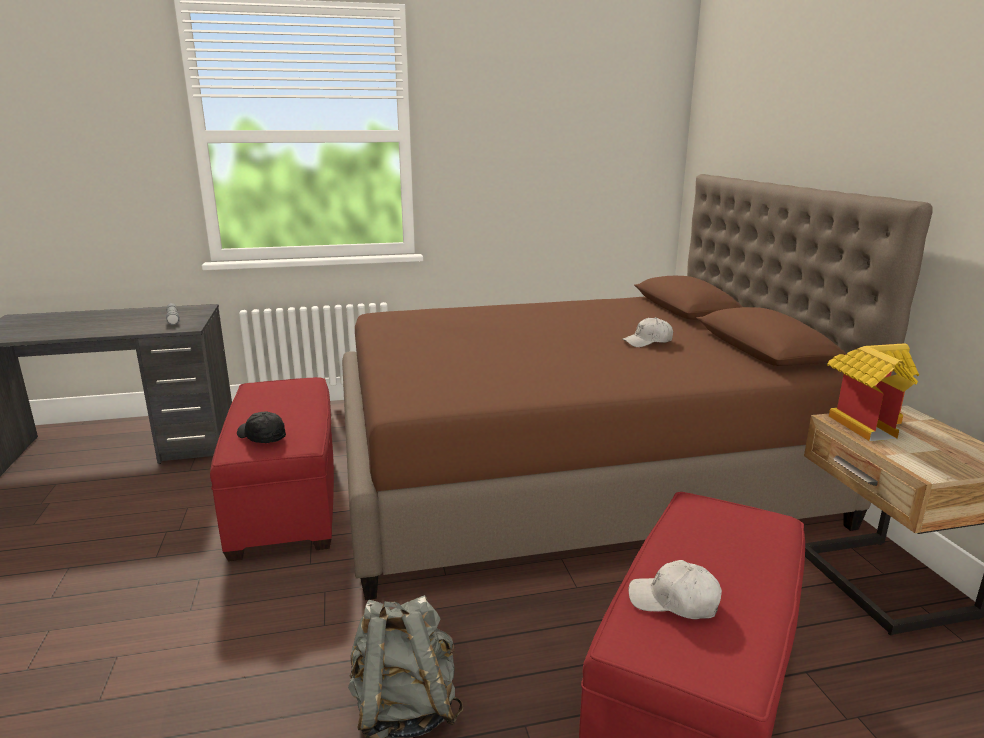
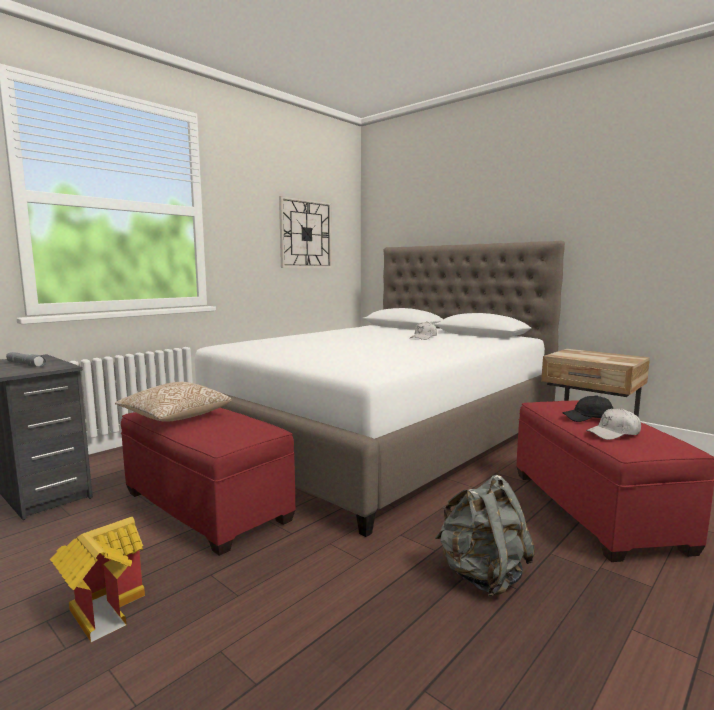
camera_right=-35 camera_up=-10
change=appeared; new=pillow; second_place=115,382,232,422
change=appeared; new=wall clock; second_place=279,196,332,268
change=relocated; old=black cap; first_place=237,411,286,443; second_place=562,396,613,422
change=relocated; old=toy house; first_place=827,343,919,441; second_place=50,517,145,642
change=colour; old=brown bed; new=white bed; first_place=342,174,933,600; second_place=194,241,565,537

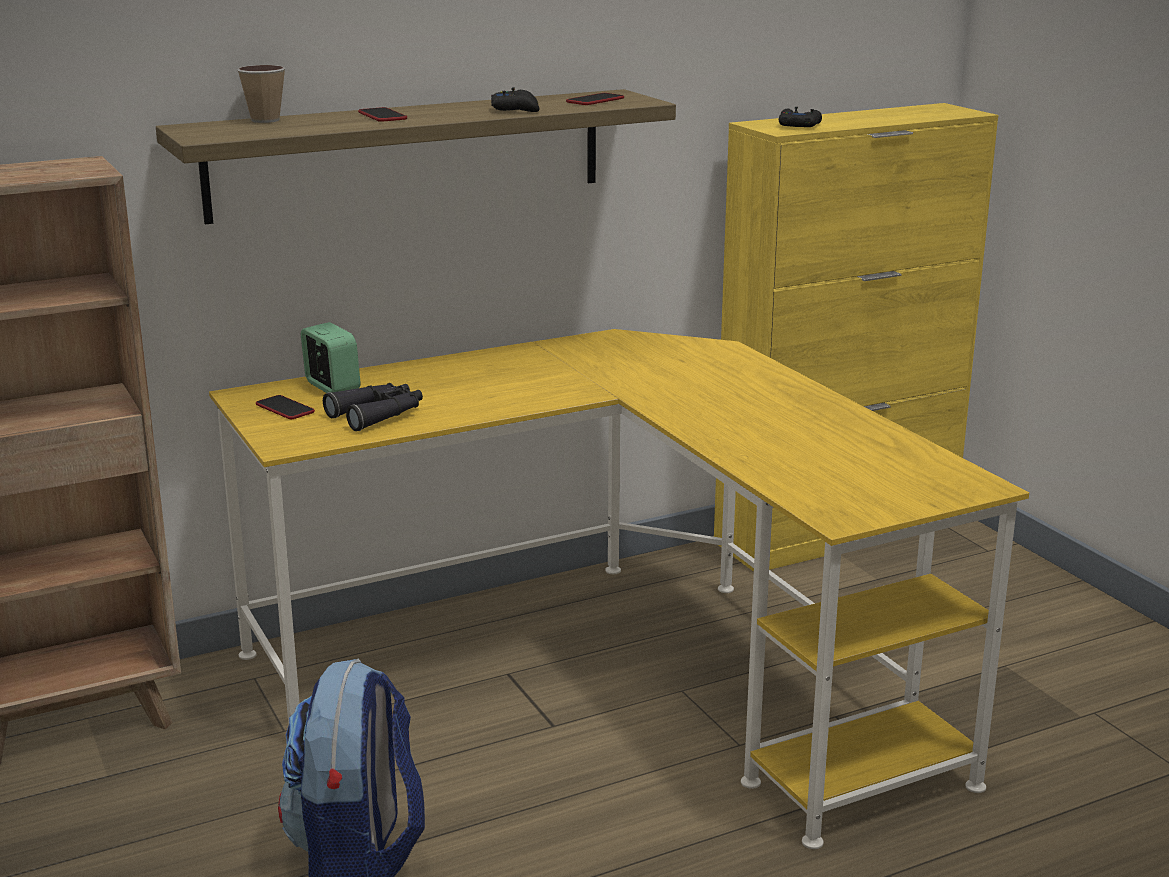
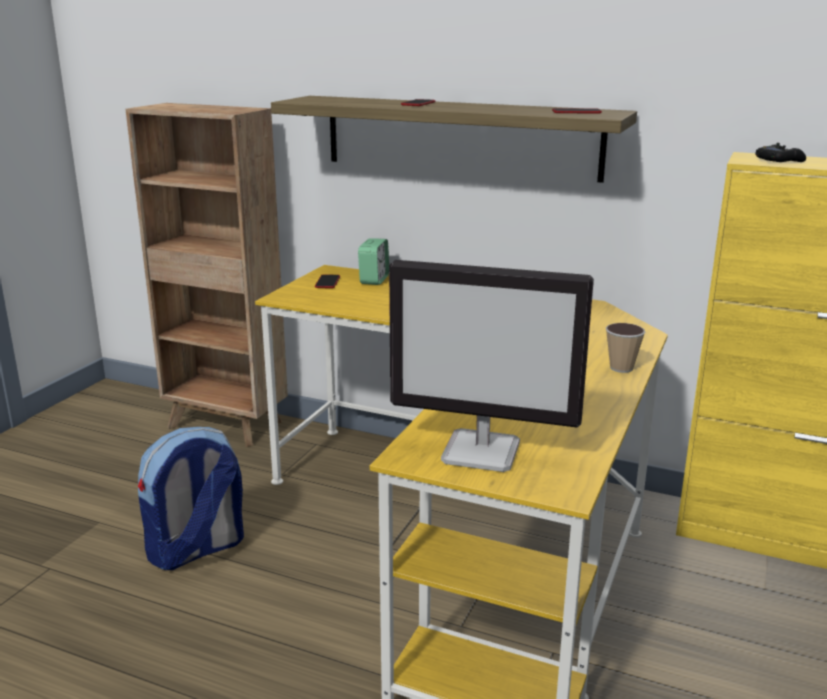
camera_right=50 camera_up=0
change=missing; old=black binoculars; first_place=323,383,423,431
change=missing; old=black game controller; first_place=491,88,539,112
change=appeared; new=monitor; second_place=389,260,594,472
change=relocated; old=cup; first_place=237,65,285,123; second_place=606,323,645,373

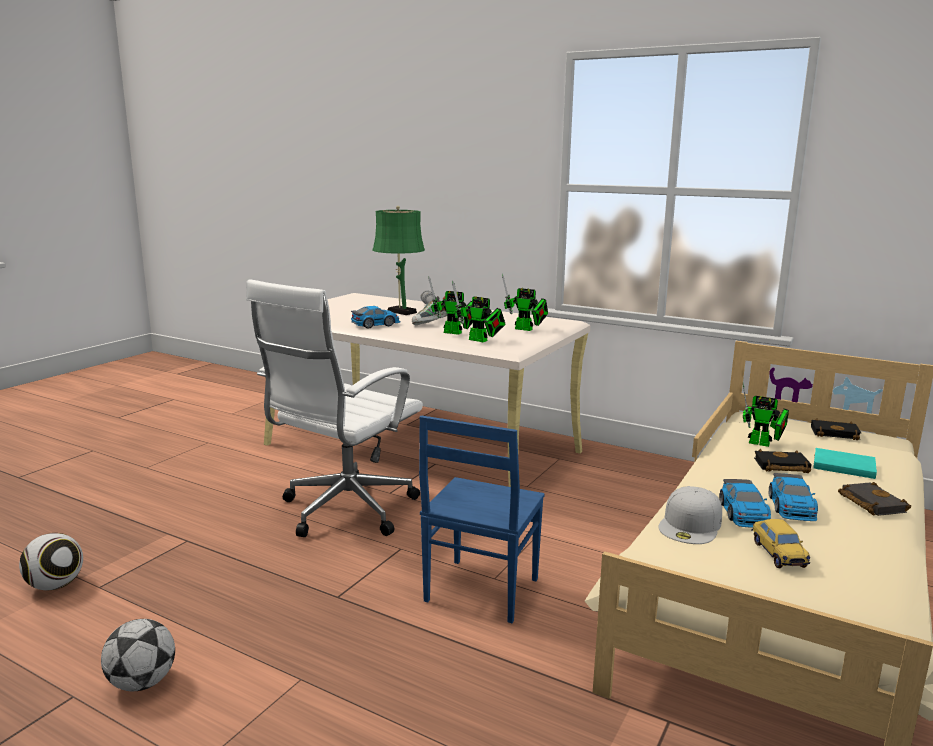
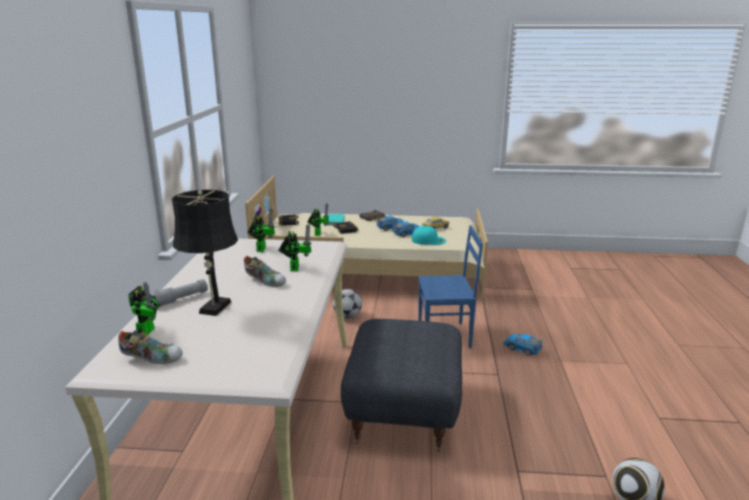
camera_right=-115 camera_up=5
change=appeared; new=shoe; second_place=118,331,183,364
change=relocated; old=football; first_place=101,619,175,691; second_place=333,289,362,318
change=relocated; old=toy car; first_place=351,306,401,329; second_place=503,334,543,356
change=relocated; old=toy robot; first_place=452,281,505,342; second_place=128,282,160,335
change=exchanged; old=white office chair; new=grey ottoman; first_place=246,279,423,537; second_place=341,319,462,452
change=colour; old=green table lamp; new=black table lamp; first_place=372,206,425,315; second_place=172,190,238,316
change=colour; old=white cap; new=turquoise cap; first_place=659,486,722,544; second_place=412,226,446,245

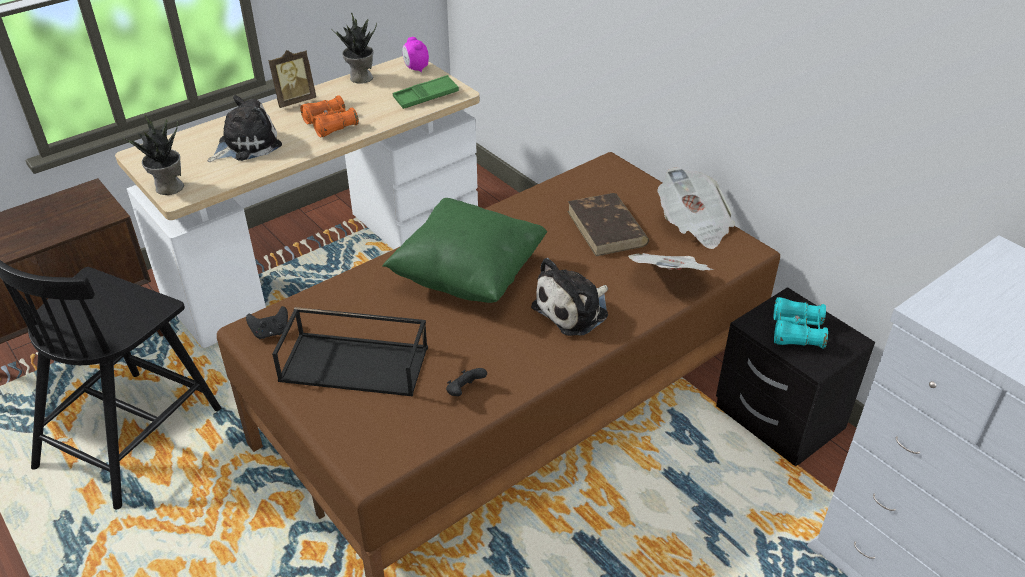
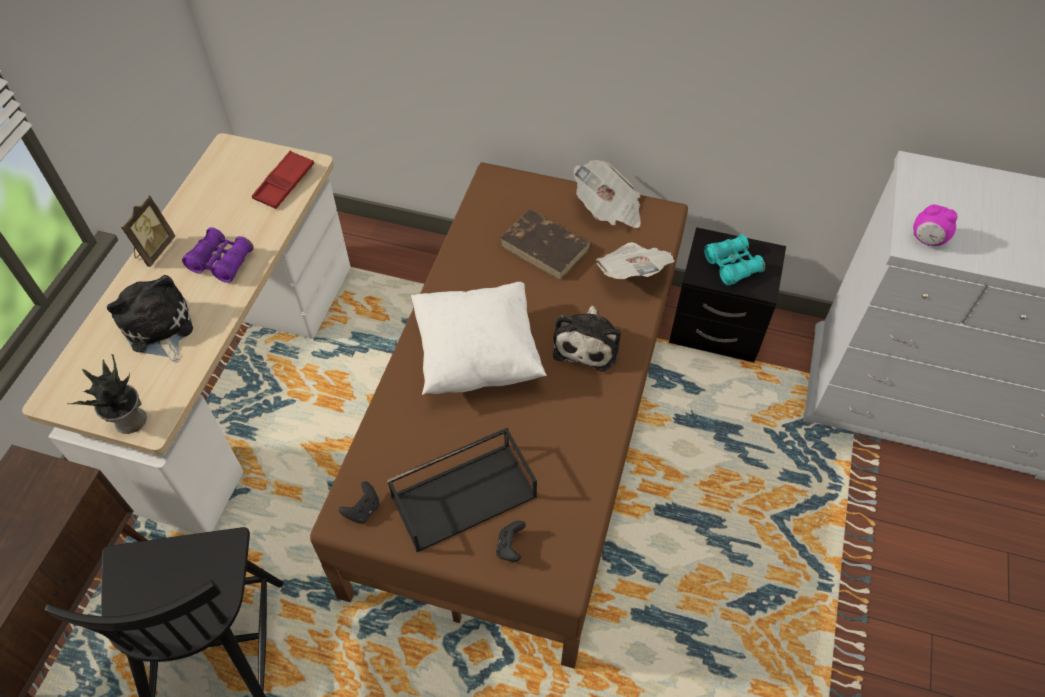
camera_right=-35 camera_up=15
change=missing; old=potted plant; first_place=332,12,377,84
change=relocated; old=alarm clock; first_place=402,37,429,72; second_place=913,204,957,246
change=relocated; old=black game controller; first_place=446,368,487,396; second_place=496,521,526,562
change=colour; old=orange binoculars; new=purple binoculars; first_place=300,95,359,137; second_place=182,227,254,283
change=colour; old=green pillow; new=white pillow; first_place=382,198,548,303; second_place=411,282,547,395
change=colour; old=green tray; new=red tray; first_place=393,75,459,109; second_place=252,151,314,209
change=spun; old=plush toy; first_place=208,95,282,162; second_place=107,275,193,363; degrees=-45

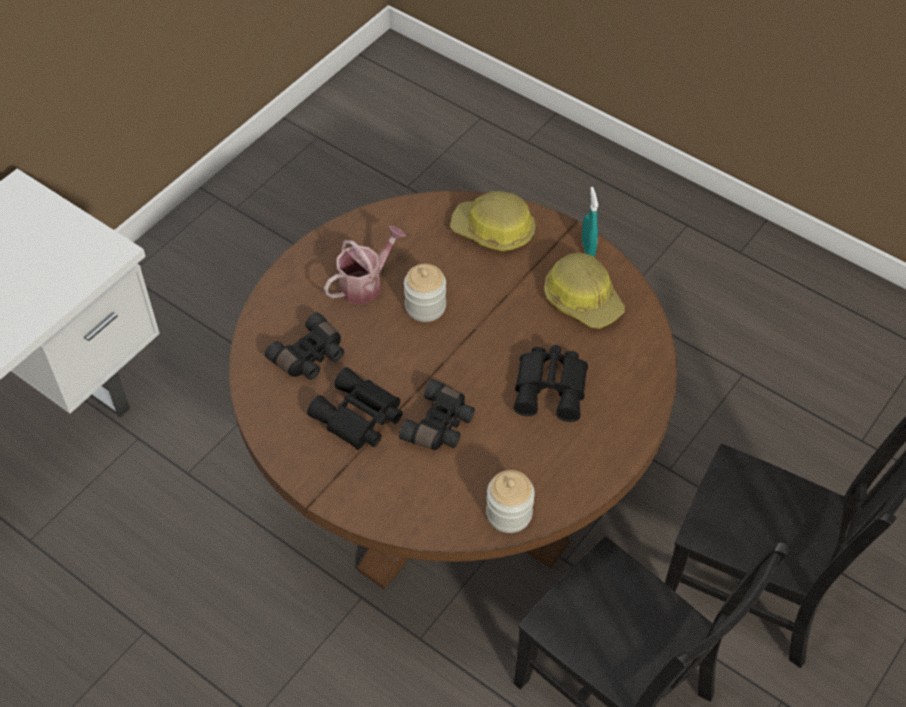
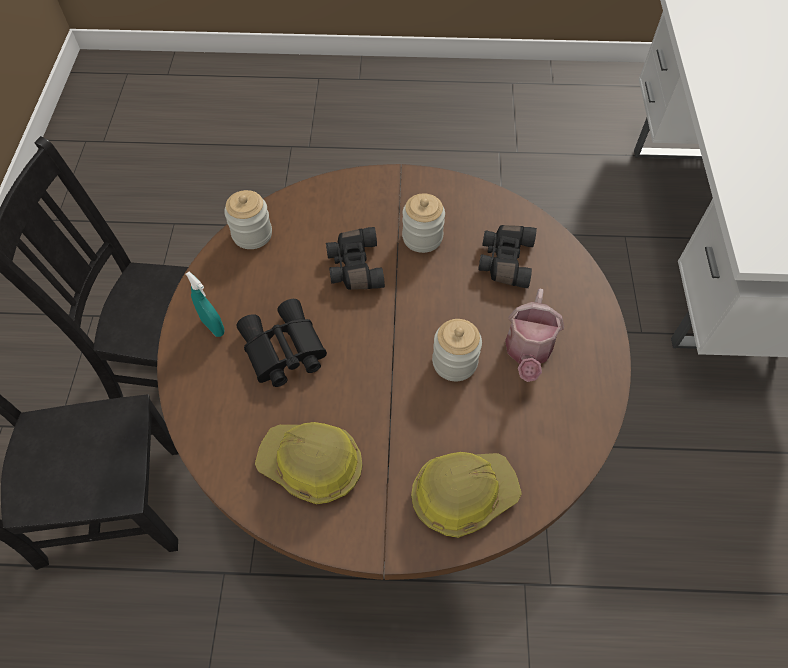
camera_right=145 camera_up=5
change=relocated; old=turquoise spray bottle; first_place=582,187,598,256; second_place=186,272,225,337
change=exchanged; old=black binoculars; new=jar; first_place=307,367,403,450; second_place=402,194,445,253

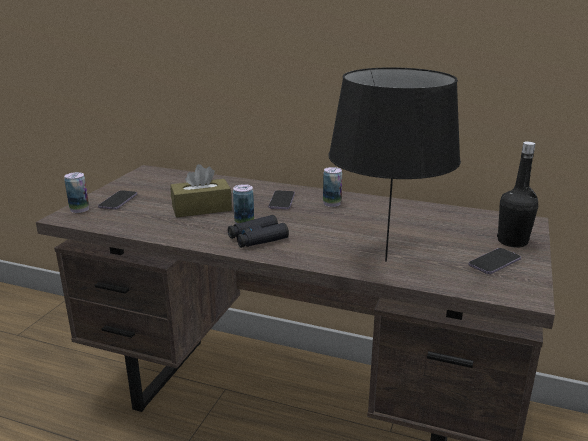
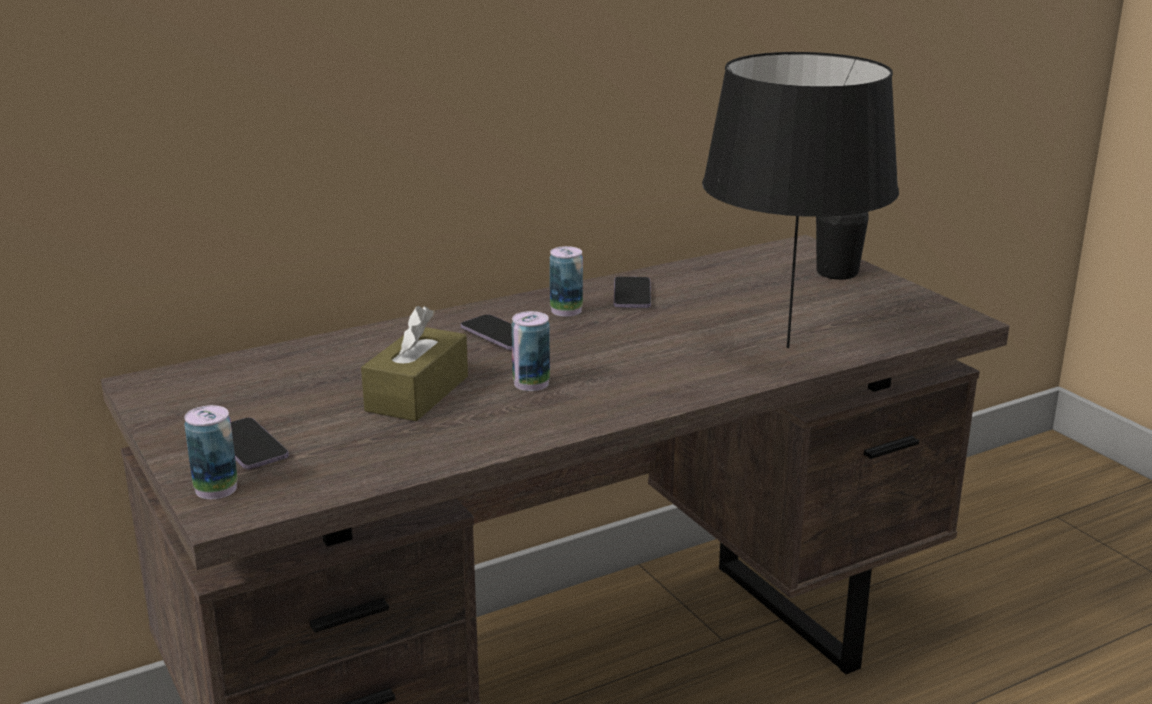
camera_right=-50 camera_up=0
change=missing; old=black binoculars; first_place=228,215,289,248
change=relocated; old=phone; first_place=468,248,521,274; second_place=614,277,651,308

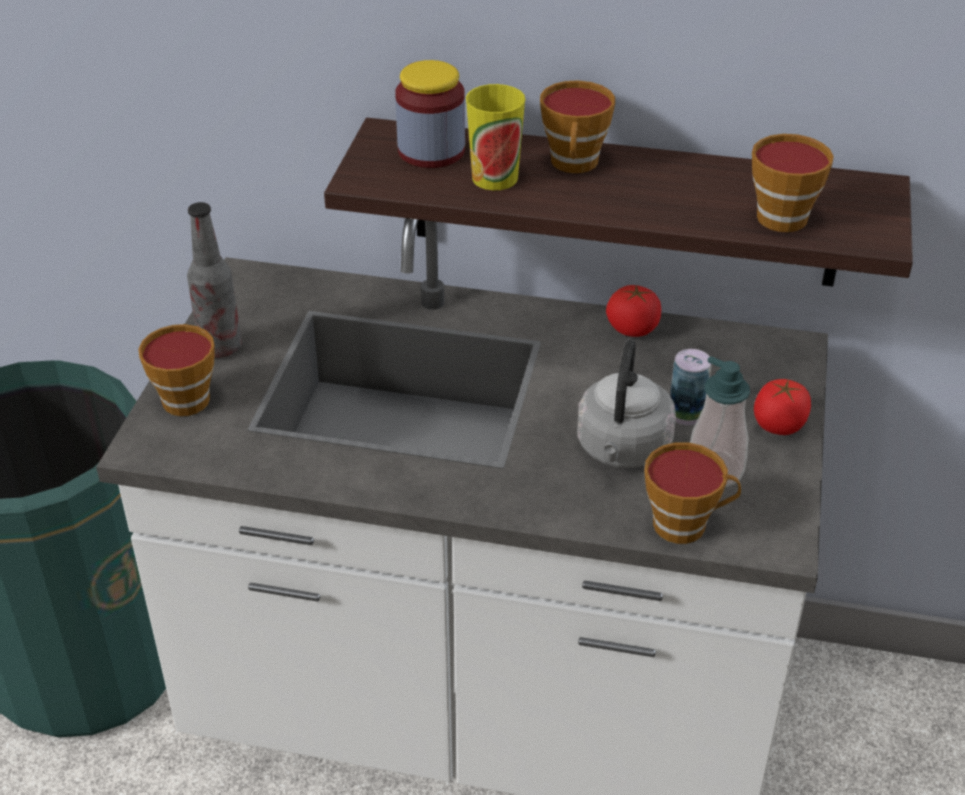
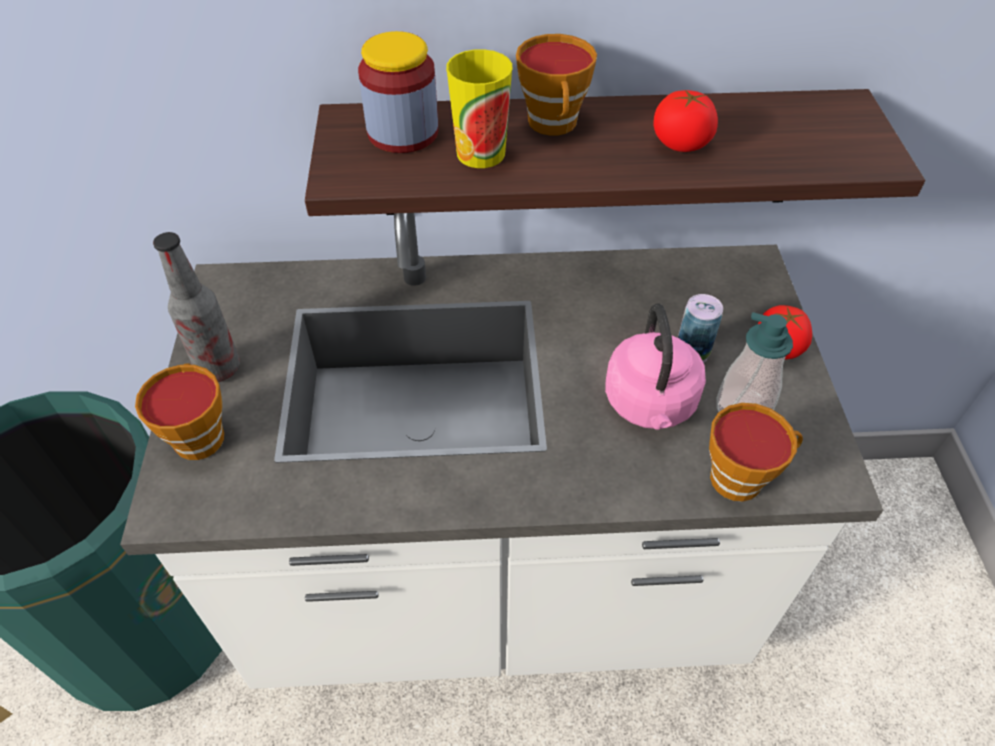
camera_right=-15 camera_up=10
change=missing; old=cup; first_place=752,134,834,232
change=relocated; old=tomato; first_place=606,285,661,337; second_place=653,90,718,152
change=colour; old=grey kettle; new=pink kettle; first_place=577,339,676,468; second_place=605,303,706,430

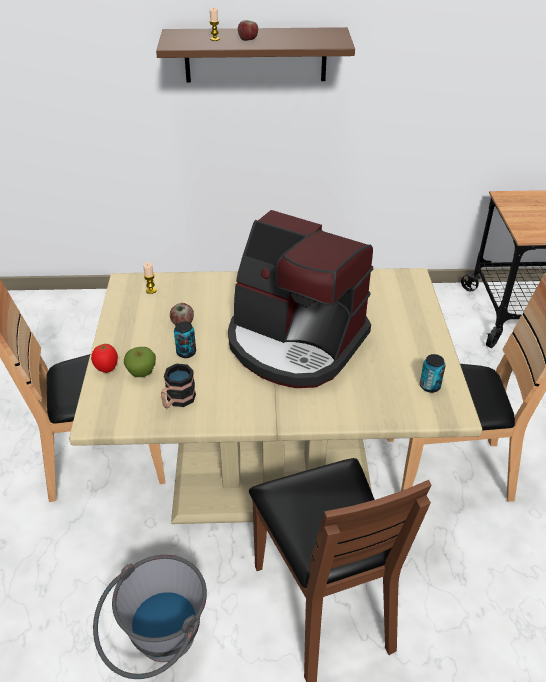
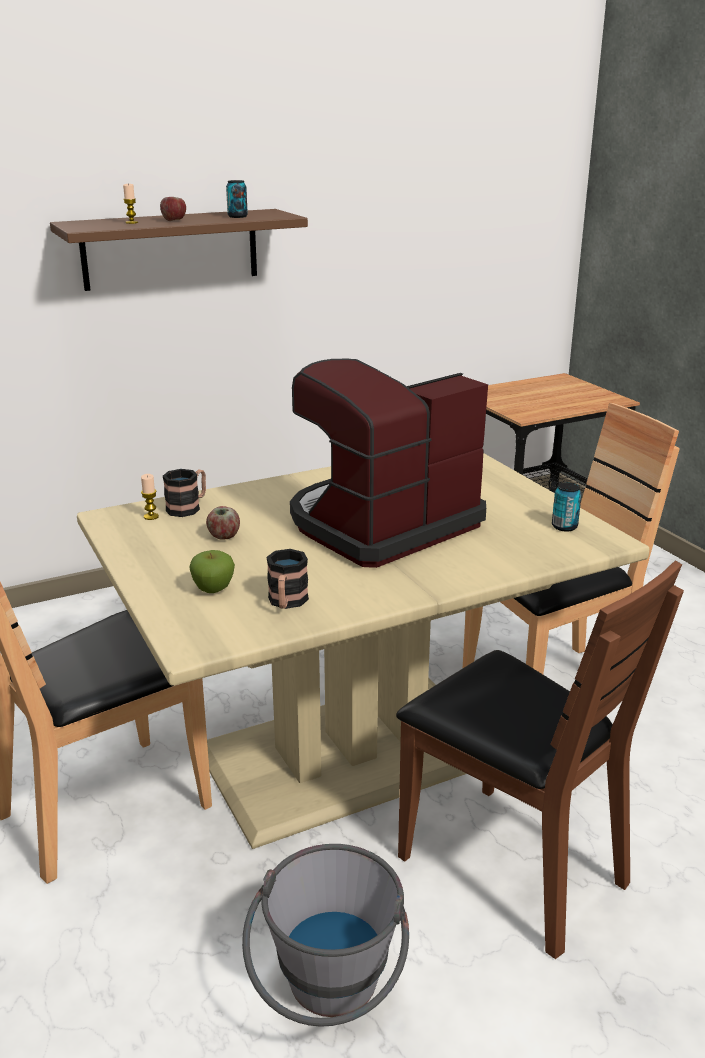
camera_right=-25 camera_up=-15
change=missing; old=tomato; first_place=91,344,118,373
change=appeared; new=mug; second_place=163,469,206,517
change=relocated; old=can; first_place=174,321,196,358; second_place=226,180,248,218
change=spun; old=coffee machine; first_place=228,210,373,388; second_place=290,359,488,568; degrees=135

